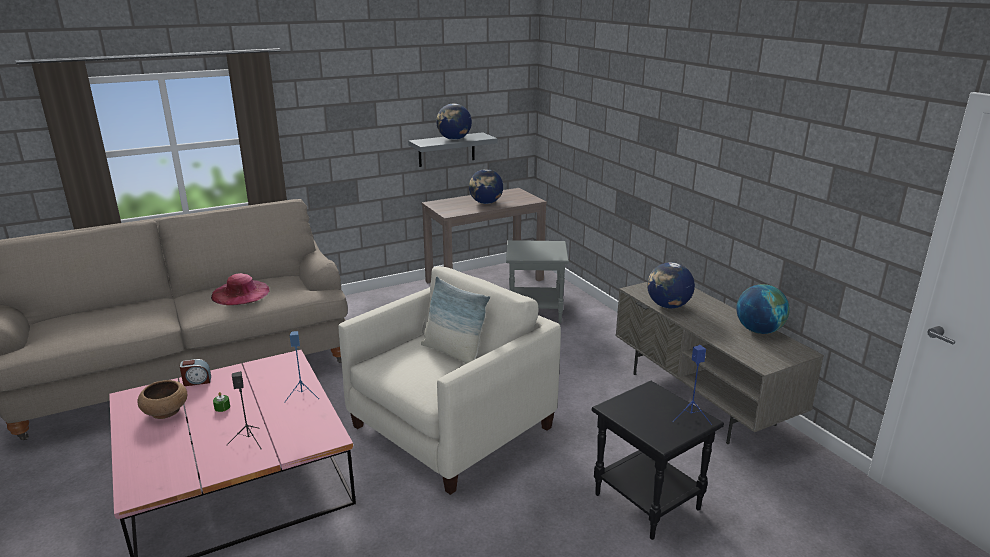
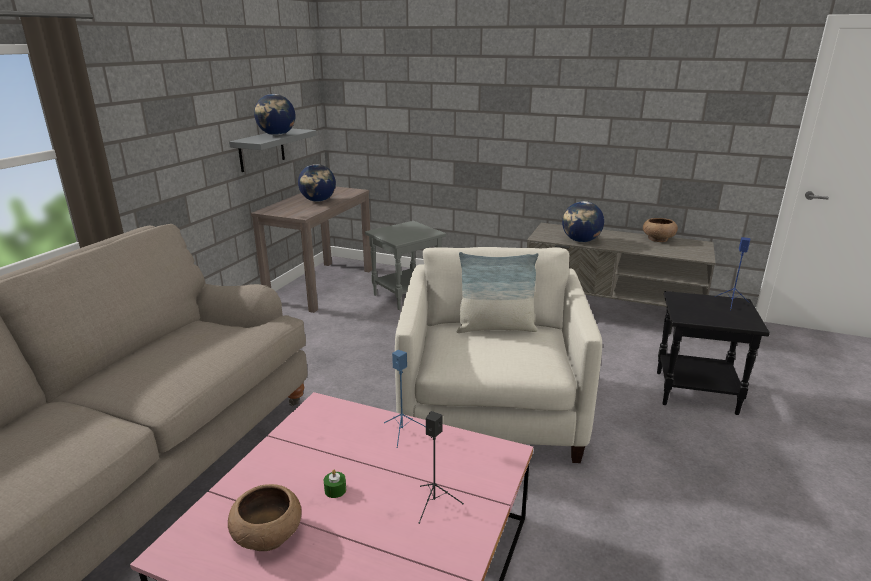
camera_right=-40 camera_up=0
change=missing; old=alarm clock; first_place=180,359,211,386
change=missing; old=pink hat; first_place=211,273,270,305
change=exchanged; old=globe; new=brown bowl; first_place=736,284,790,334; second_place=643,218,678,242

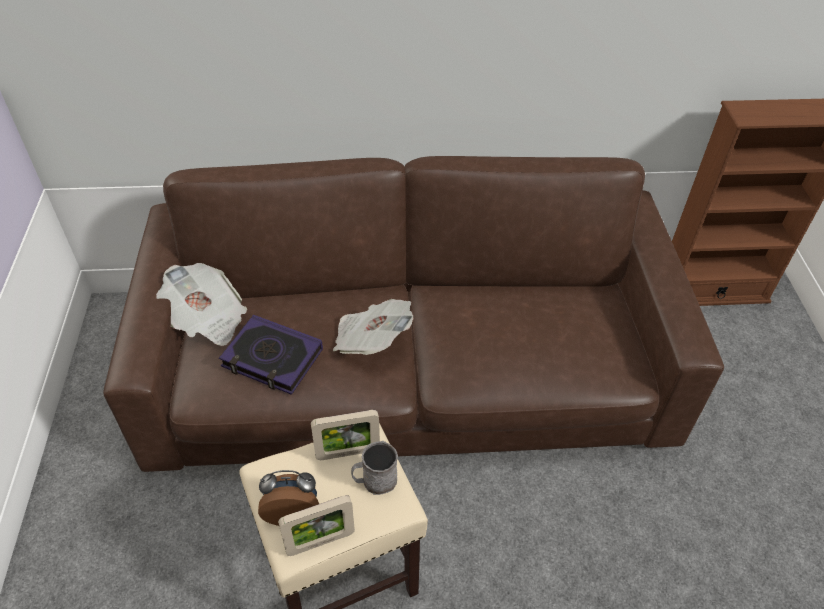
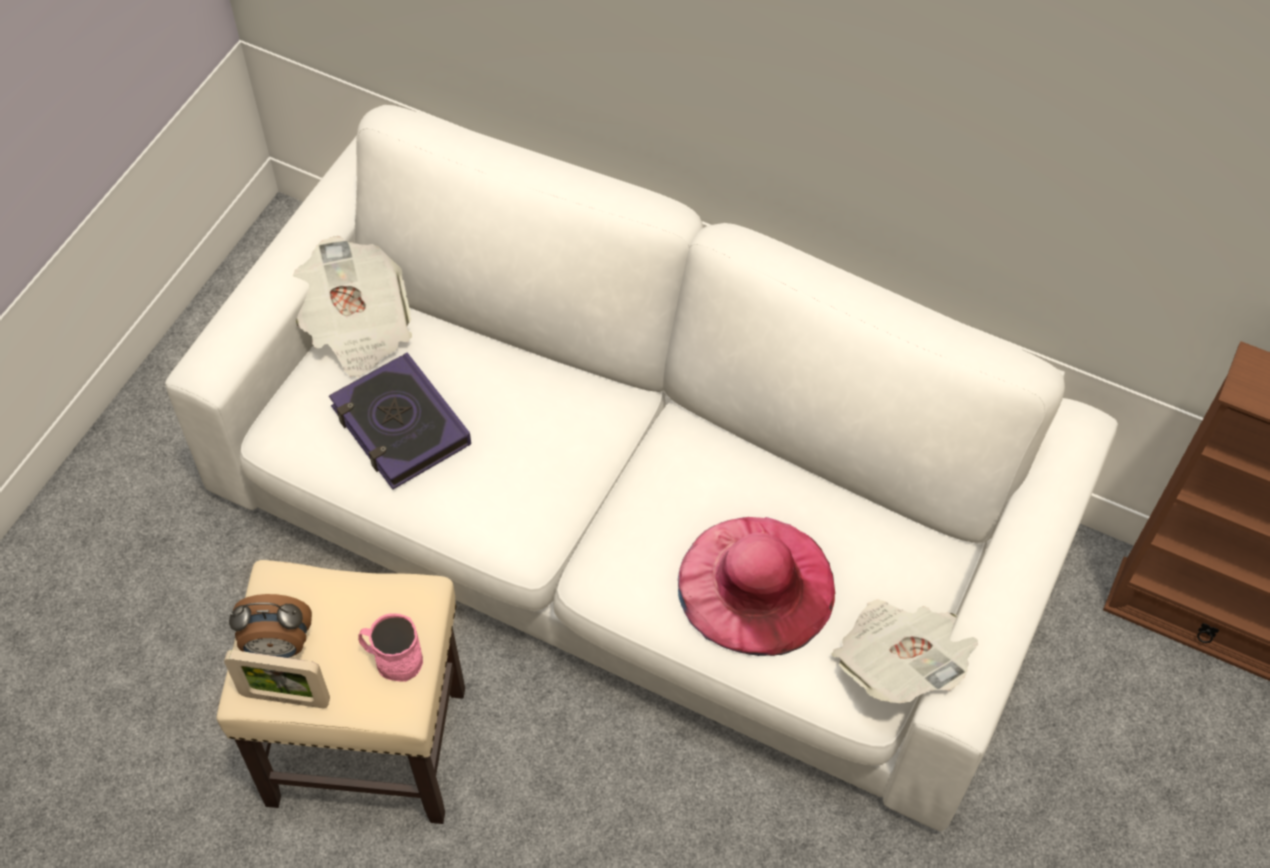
camera_right=30 camera_up=10
change=missing; old=picture frame; first_place=311,410,380,460
change=appeared; new=pink hat; second_place=678,517,835,656
change=relocated; old=newspaper; first_place=333,299,414,355; second_place=831,600,978,703
change=colour; old=brown sofa; new=white sofa; first_place=103,156,724,472; second_place=165,105,1118,831
change=colour; old=grey mug; new=pink mug; first_place=351,441,398,495; second_place=358,613,423,682
change=spun; old=alarm clock; first_place=258,470,319,526; second_place=229,594,312,658; degrees=150

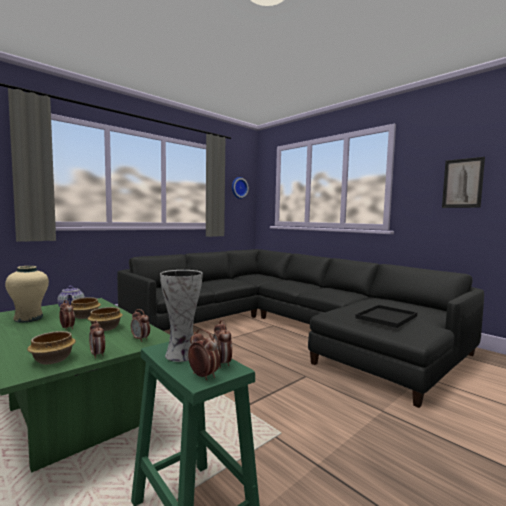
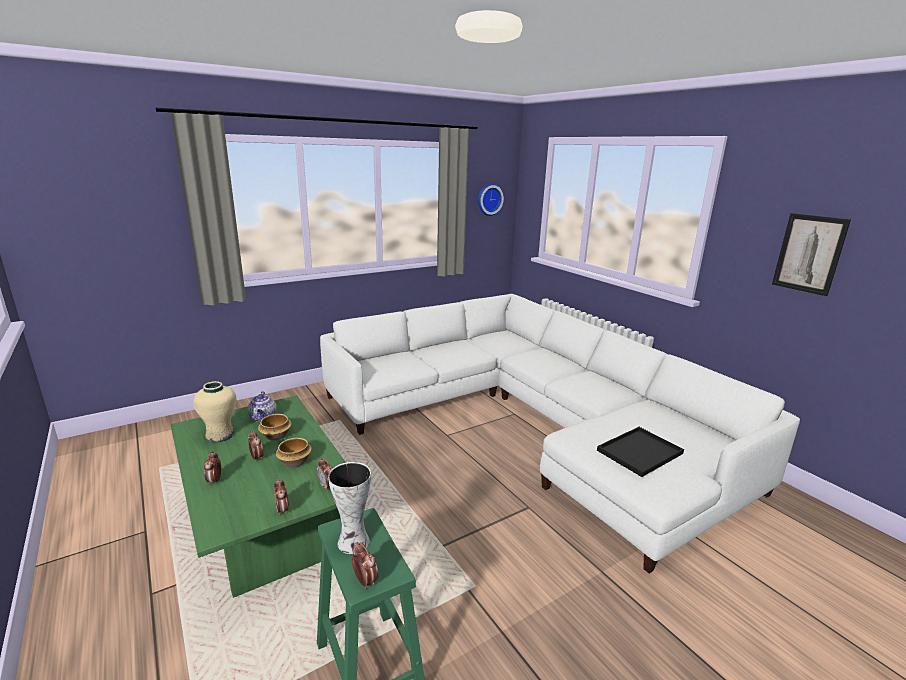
camera_right=10 camera_up=15
change=missing; old=bowl; first_place=27,331,76,364
change=relocated; old=alarm clock; first_place=213,320,232,368; second_place=204,451,221,486
change=colour; old=black sofa; new=white sofa; first_place=117,249,484,408; second_place=320,294,800,573

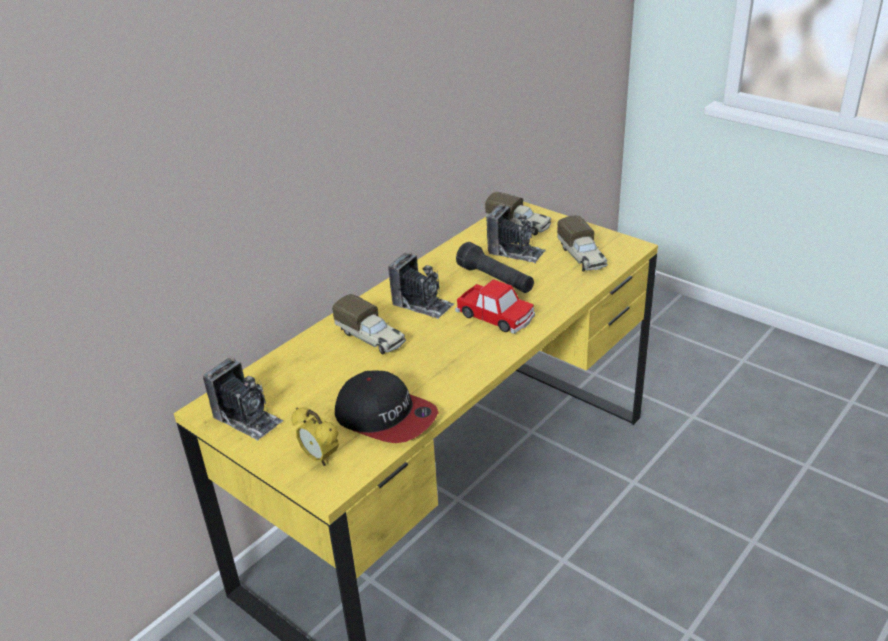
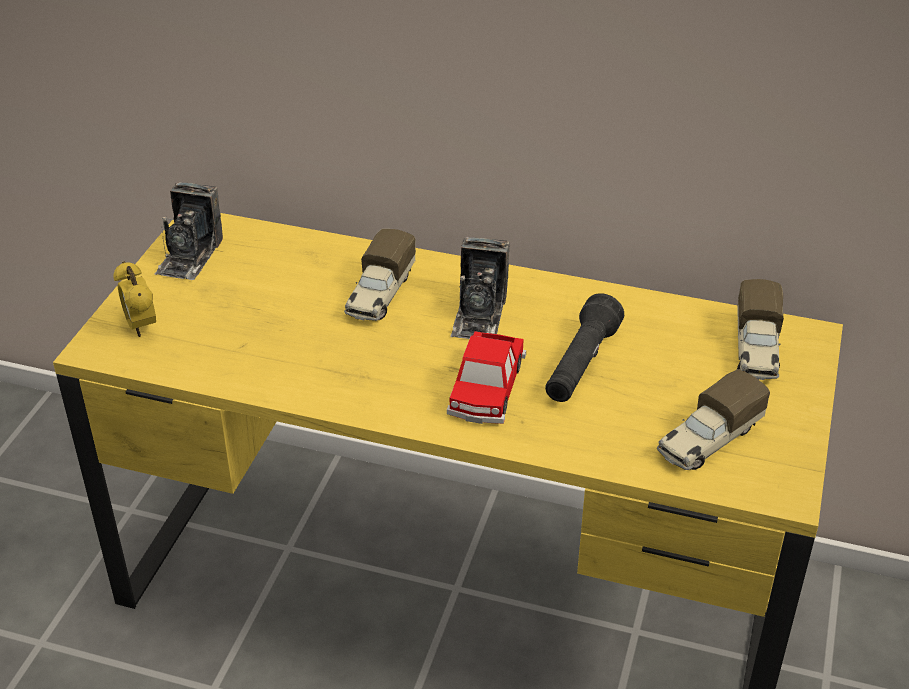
camera_right=65 camera_up=5
change=missing; old=cap; first_place=335,371,439,443
change=missing; old=photo camera; first_place=486,204,546,263
change=spun; old=alarm clock; first_place=291,407,339,466; second_place=113,261,156,337; degrees=-45

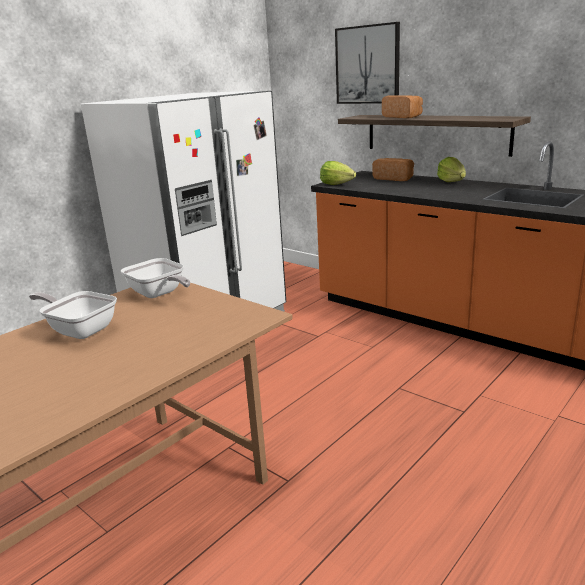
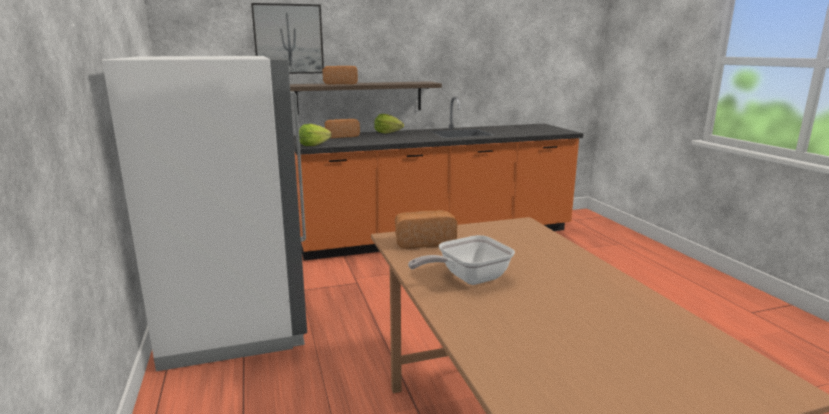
camera_right=-60 camera_up=-5
change=exchanged; old=frying pan; new=bread; first_place=121,258,190,298; second_place=395,210,457,249

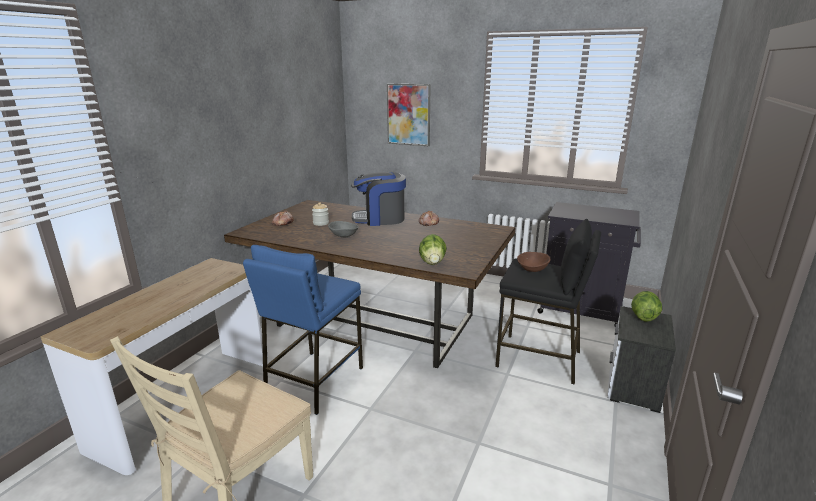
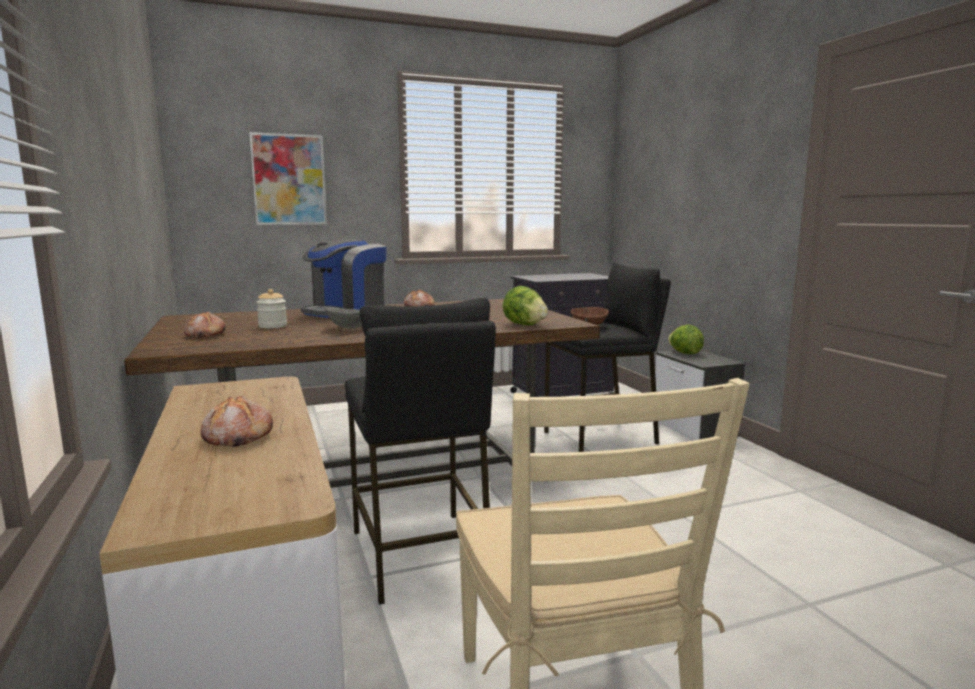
camera_right=-45 camera_up=-10
change=appeared; new=bread; second_place=201,396,273,447
change=colour; old=blue stool; new=black stool; first_place=243,245,363,415; second_place=345,298,496,605

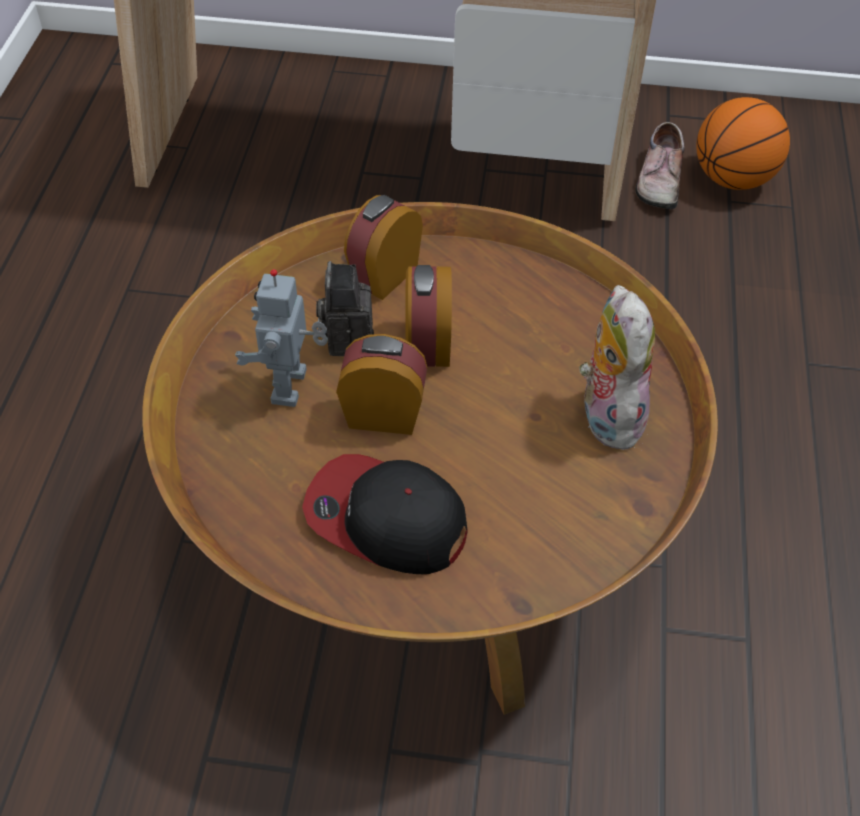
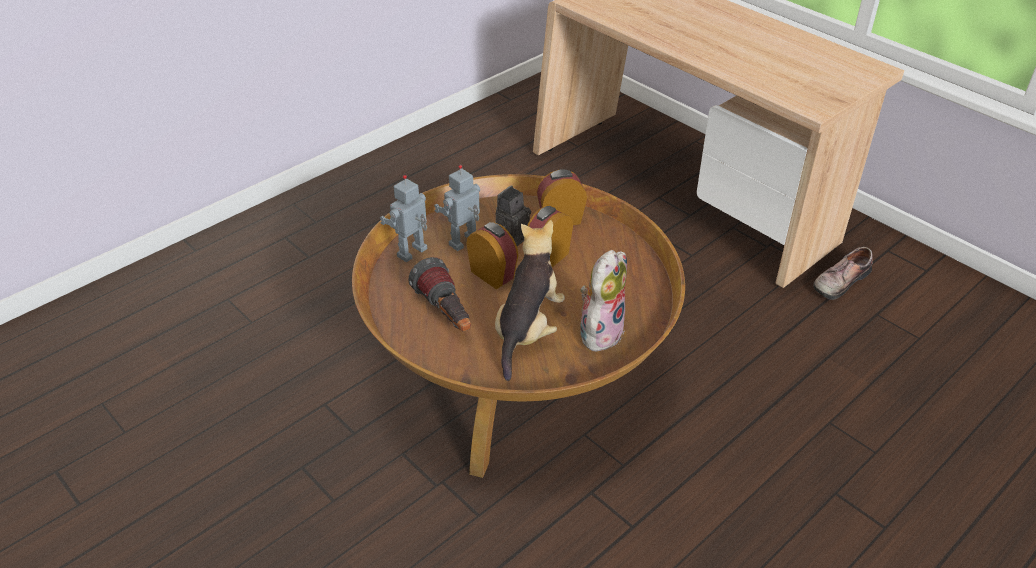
camera_right=40 camera_up=-10
change=missing; old=basketball; first_place=696,97,790,190
change=appeared; new=toy robot; second_place=380,175,427,262
change=appeared; new=plush toy; second_place=495,220,565,381
change=exchanged; old=cap; new=flashlight; first_place=302,454,468,574; second_place=408,257,471,331

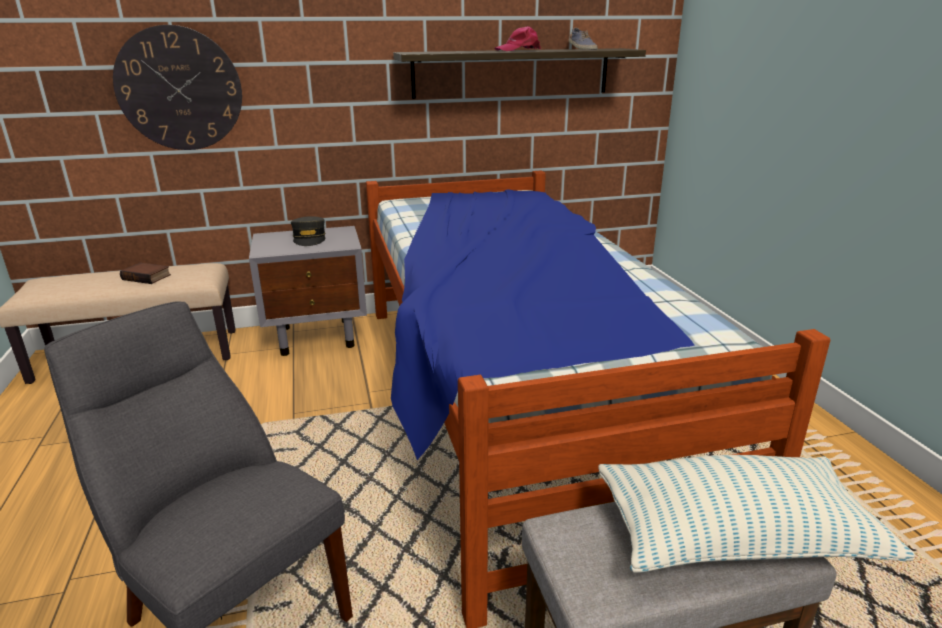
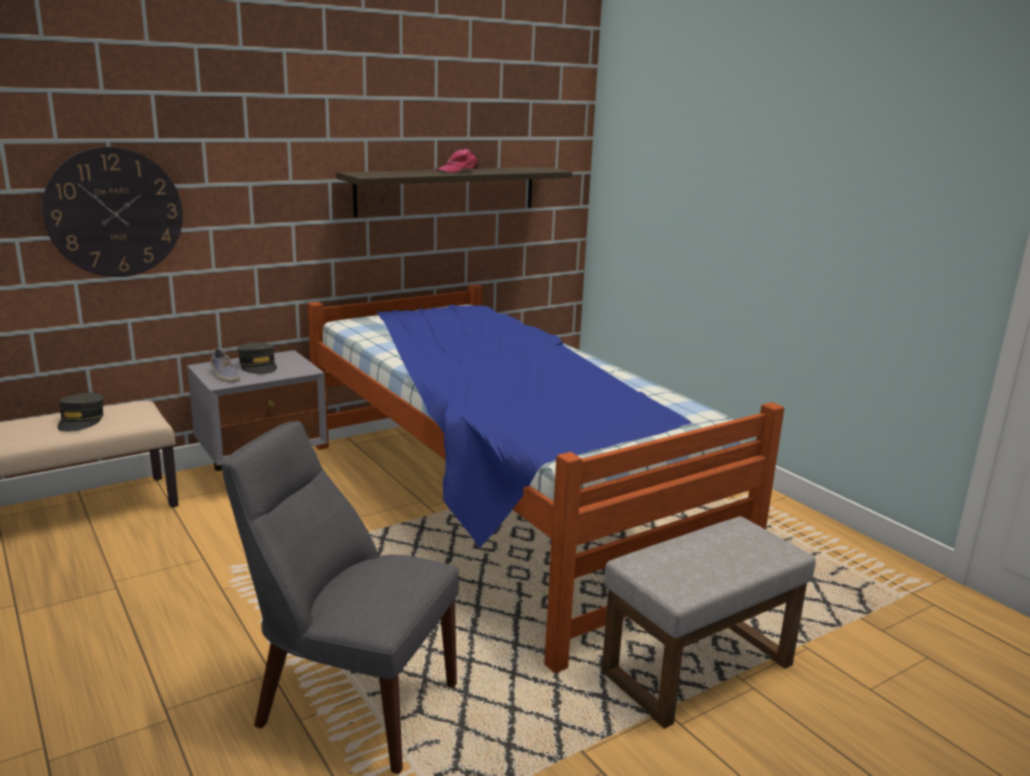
camera_right=-20 camera_up=-5
change=missing; old=pillow; first_place=598,455,915,573
change=relocated; old=shoe; first_place=569,27,598,50; second_place=210,349,240,382
change=exchanged; old=book; new=grey cap; first_place=120,262,171,284; second_place=57,393,104,432

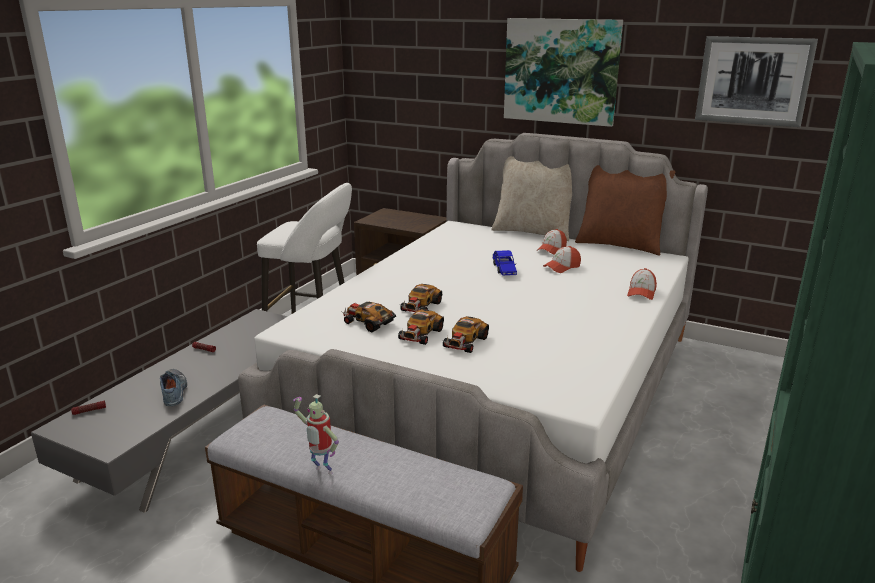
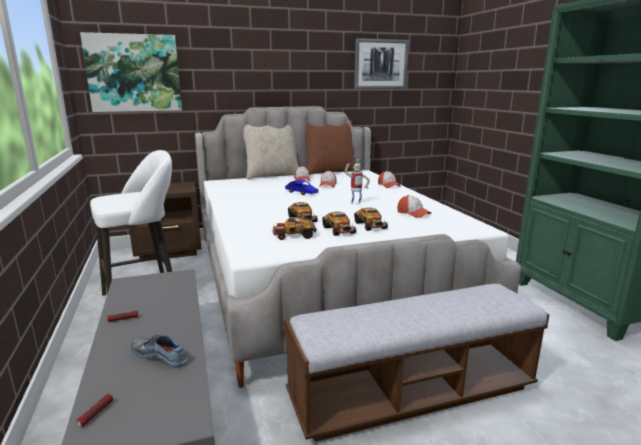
camera_right=-45 camera_up=-5
change=appeared; new=cap; second_place=397,195,431,218
change=relocated; old=toy robot; first_place=293,394,339,474; second_place=344,160,370,204
change=relocated; old=picture; first_place=504,18,623,127; second_place=80,32,182,112

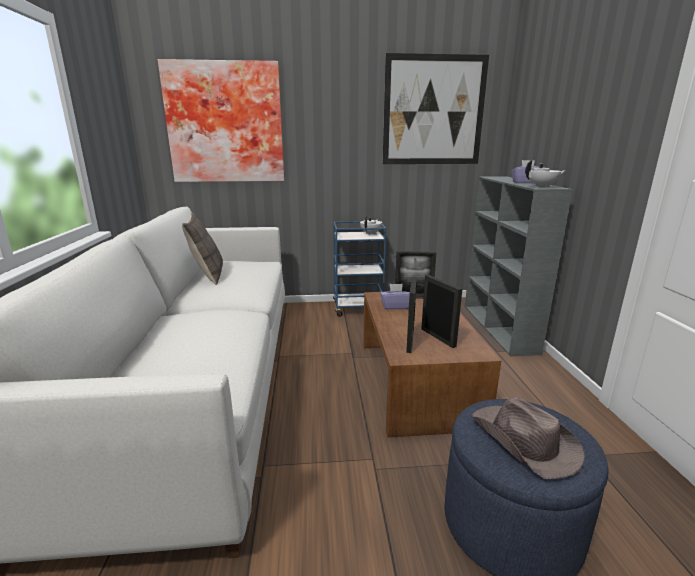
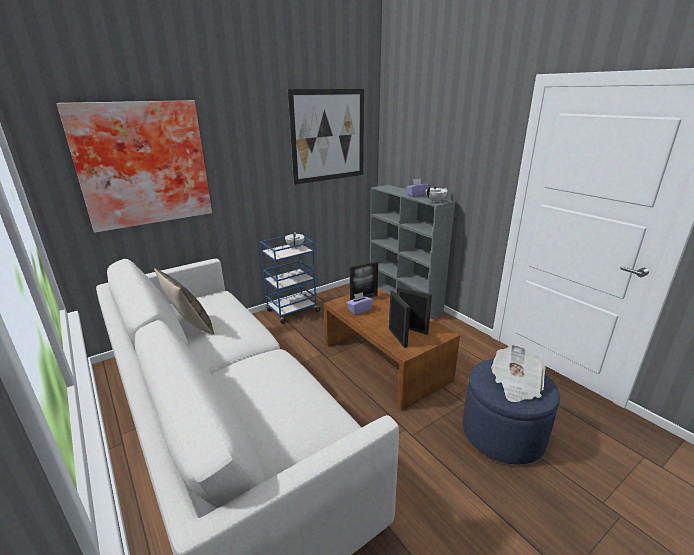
camera_right=-30 camera_up=5
change=exchanged; old=brown hat; new=newspaper; first_place=472,397,585,479; second_place=491,344,546,402

